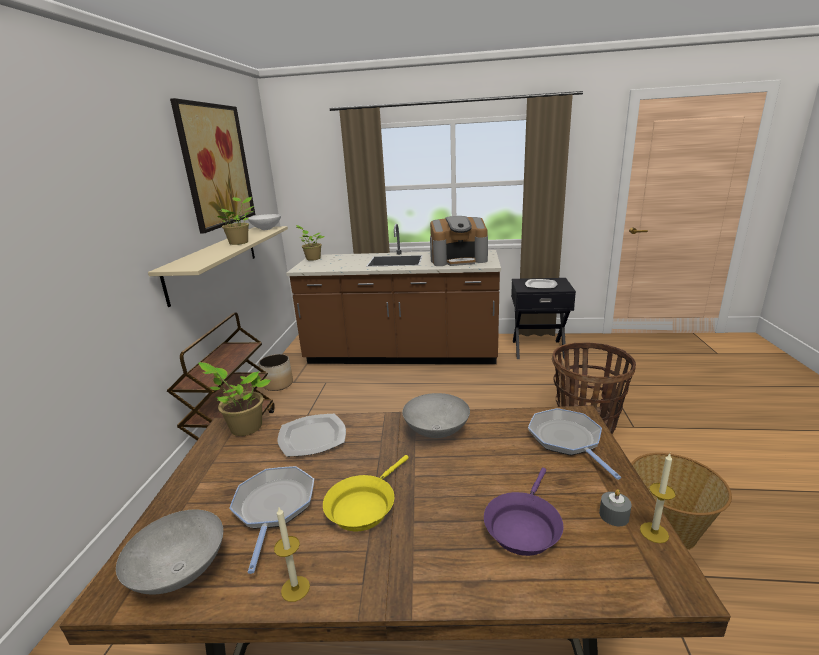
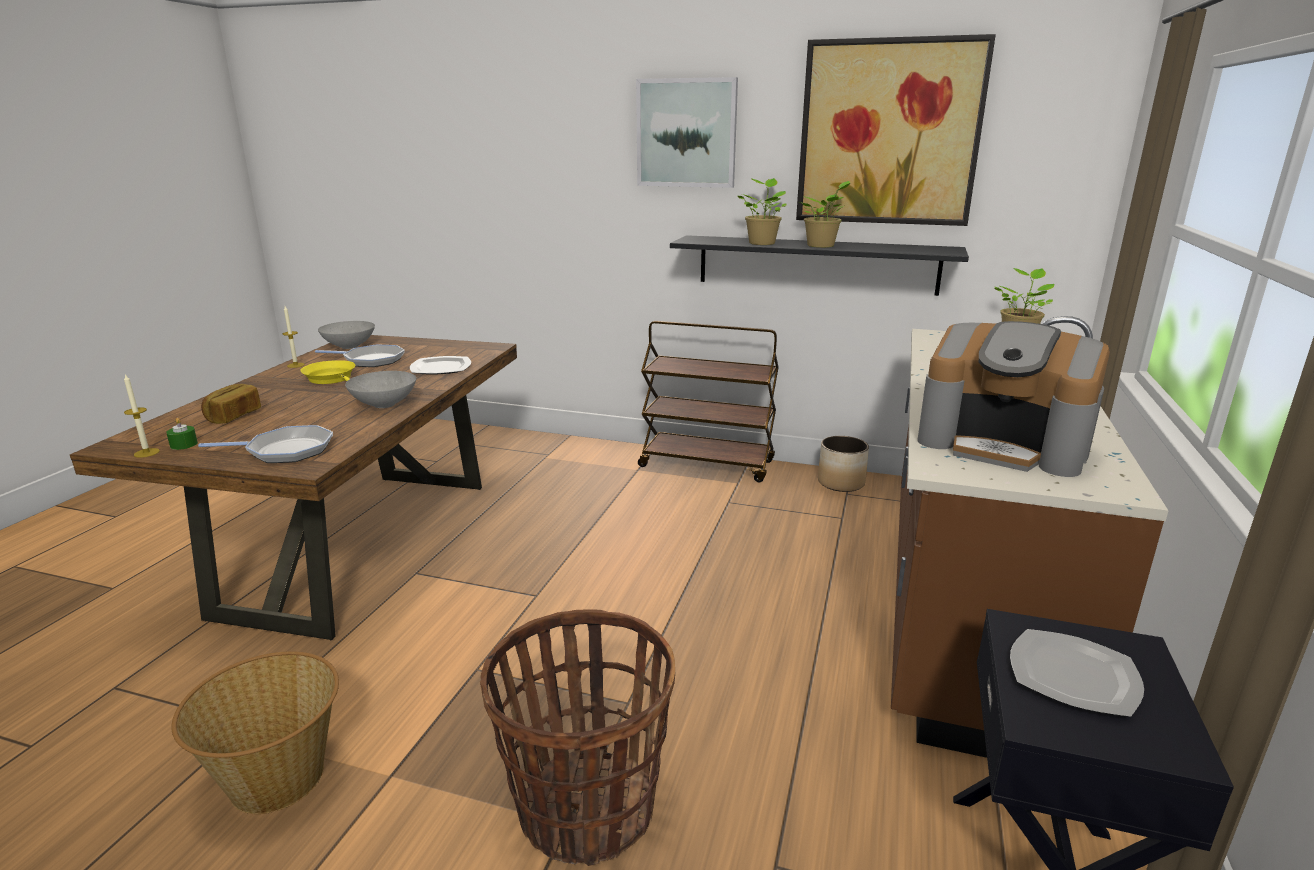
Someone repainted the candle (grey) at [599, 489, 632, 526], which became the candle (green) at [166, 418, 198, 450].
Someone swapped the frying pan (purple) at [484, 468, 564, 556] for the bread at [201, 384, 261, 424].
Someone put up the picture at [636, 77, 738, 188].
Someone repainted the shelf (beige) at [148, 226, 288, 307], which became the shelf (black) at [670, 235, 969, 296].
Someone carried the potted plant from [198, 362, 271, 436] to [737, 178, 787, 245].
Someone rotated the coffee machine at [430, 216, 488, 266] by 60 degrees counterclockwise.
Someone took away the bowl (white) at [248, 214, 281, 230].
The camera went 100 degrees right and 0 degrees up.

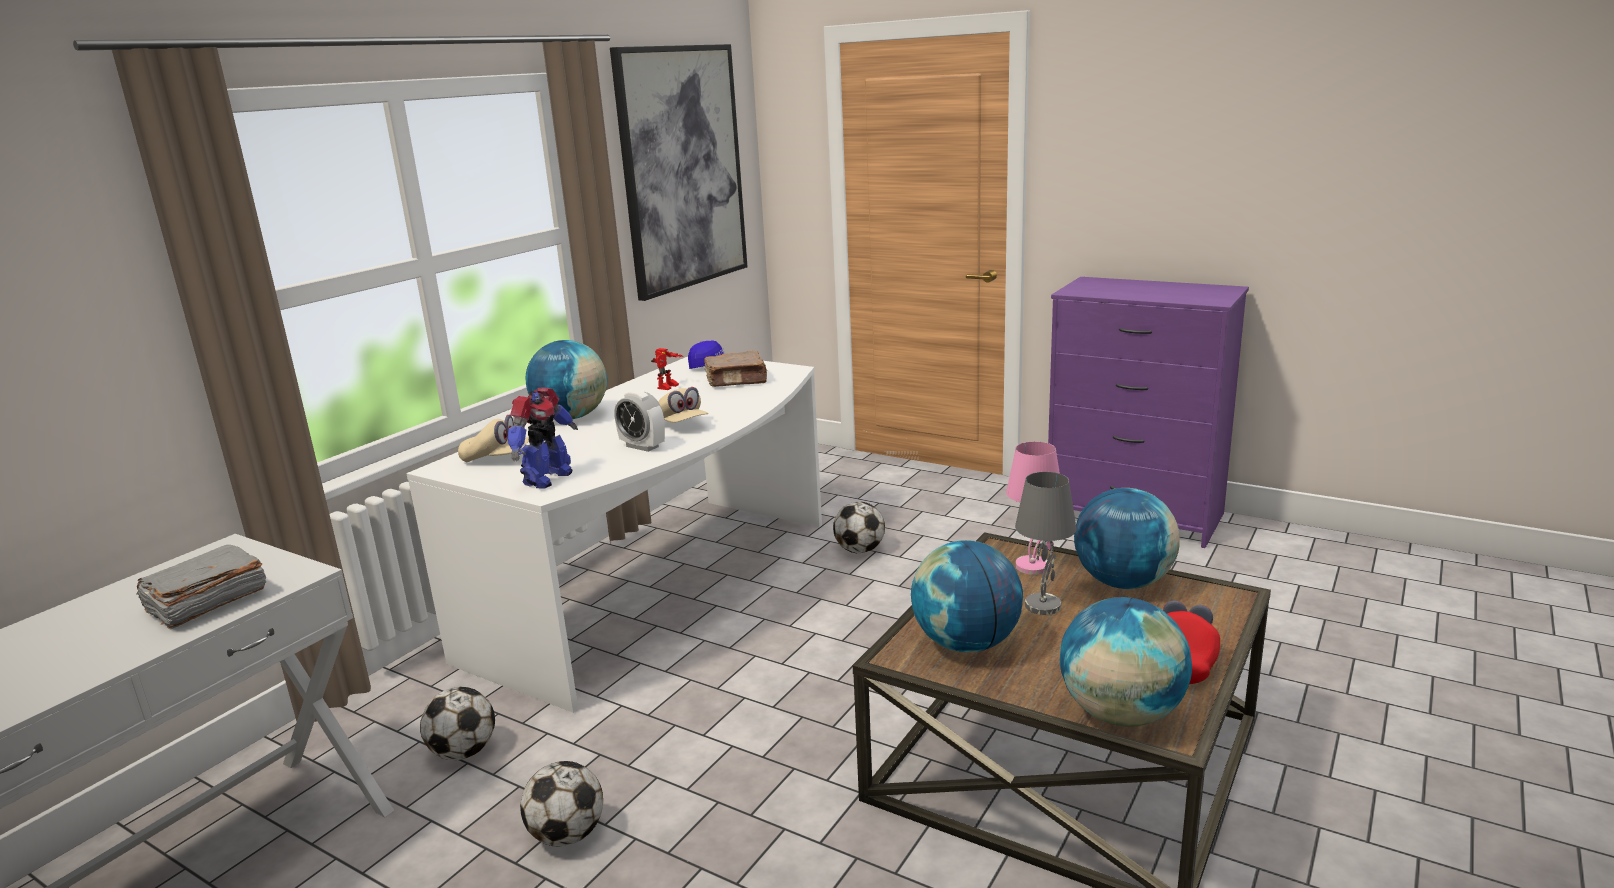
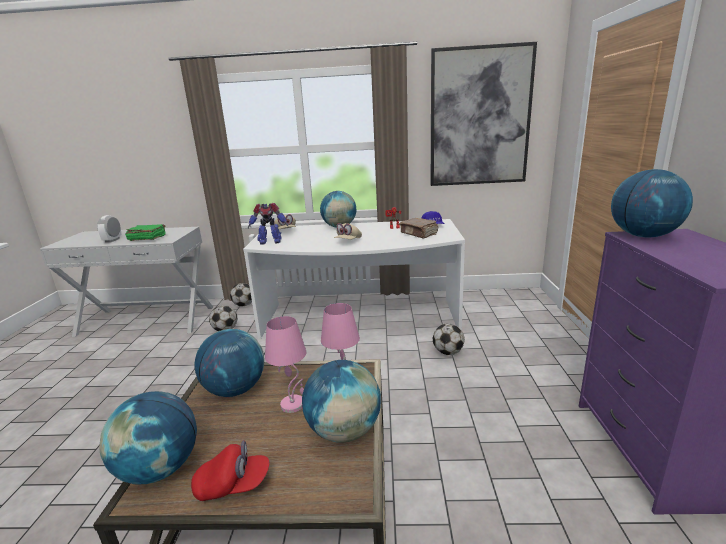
Someone carried the alarm clock from [614, 390, 665, 452] to [97, 215, 122, 243].
Someone repainted the book (grey) at [136, 545, 266, 629], which became the book (green) at [125, 224, 166, 241].
Someone carried the football from [520, 761, 603, 846] to [230, 283, 252, 306].
Someone repainted the table lamp (grey) at [1015, 472, 1076, 615], which became the table lamp (pink) at [265, 316, 306, 413].
Someone put down the globe at [611, 169, 693, 238].
The camera went 60 degrees right and 0 degrees up.

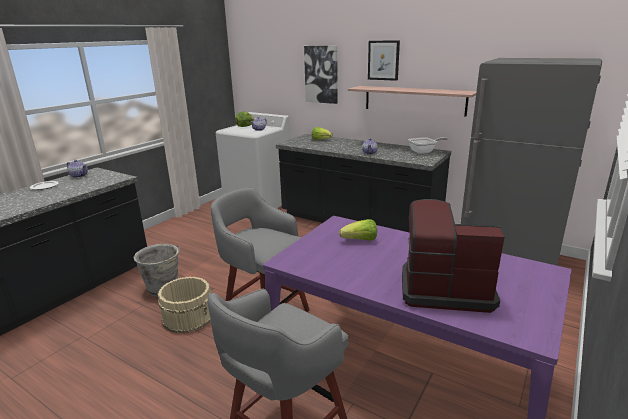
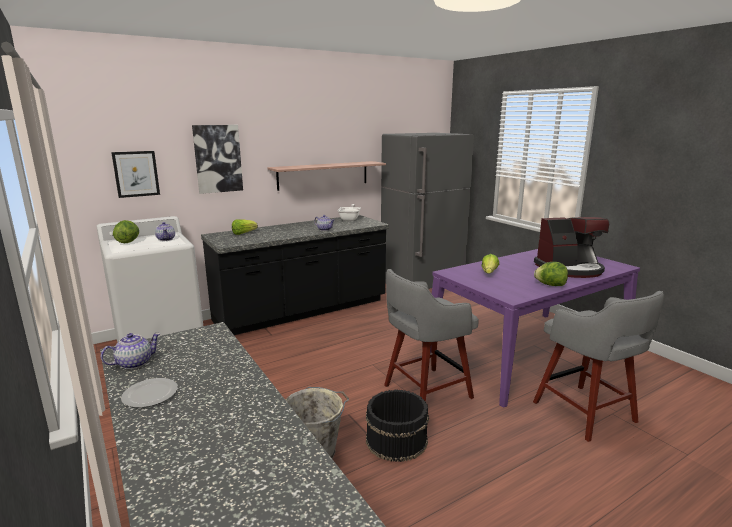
Someone carried the picture from [368, 40, 400, 81] to [111, 151, 160, 198].
Someone repainted the bucket (beige) at [158, 277, 212, 333], which became the bucket (black) at [366, 390, 429, 462].
Someone rotated the coffee machine at [402, 199, 504, 313] by 135 degrees counterclockwise.
Someone put down the lettuce at [534, 262, 568, 286].
The camera went 65 degrees left and 5 degrees down.

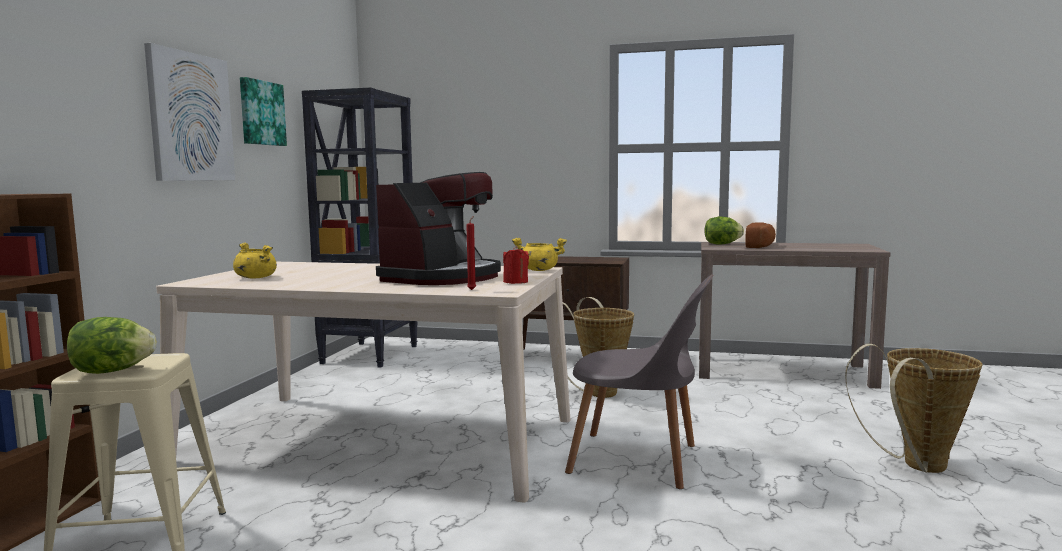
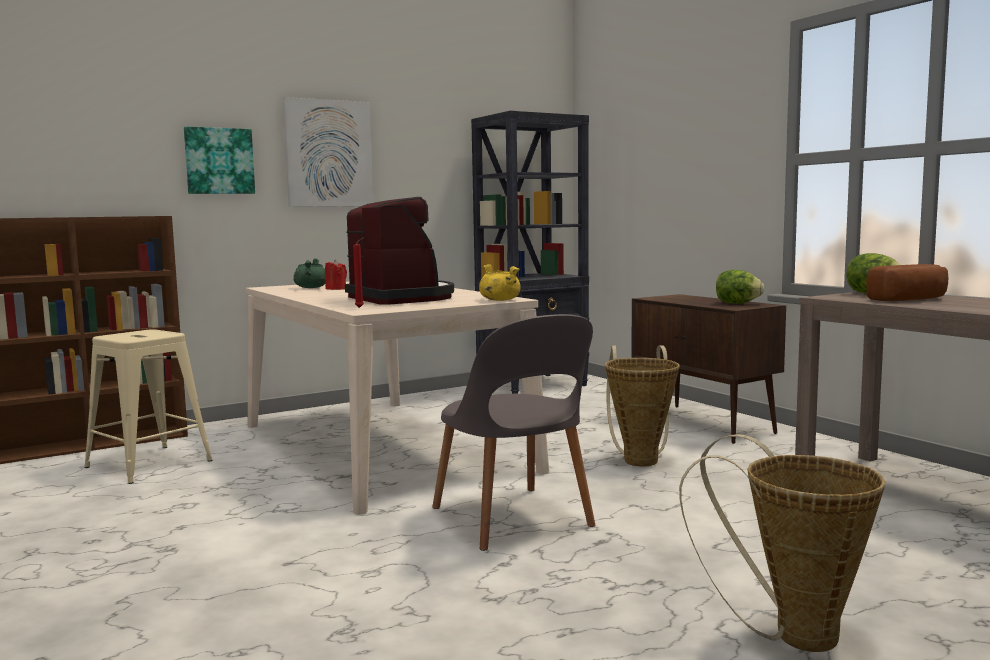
Someone carried the picture from [240, 77, 287, 146] to [184, 127, 255, 194].
Someone repainted the cooking pot (yellow) at [233, 243, 277, 279], which became the cooking pot (green) at [293, 258, 326, 288].
Someone carried the candle (red) from [503, 246, 529, 284] to [325, 260, 347, 290].
Someone rotated the coffee machine at [376, 172, 501, 285] by 105 degrees counterclockwise.
Someone carried the lettuce from [67, 317, 157, 374] to [716, 270, 764, 304].
The camera went 45 degrees right and 0 degrees up.

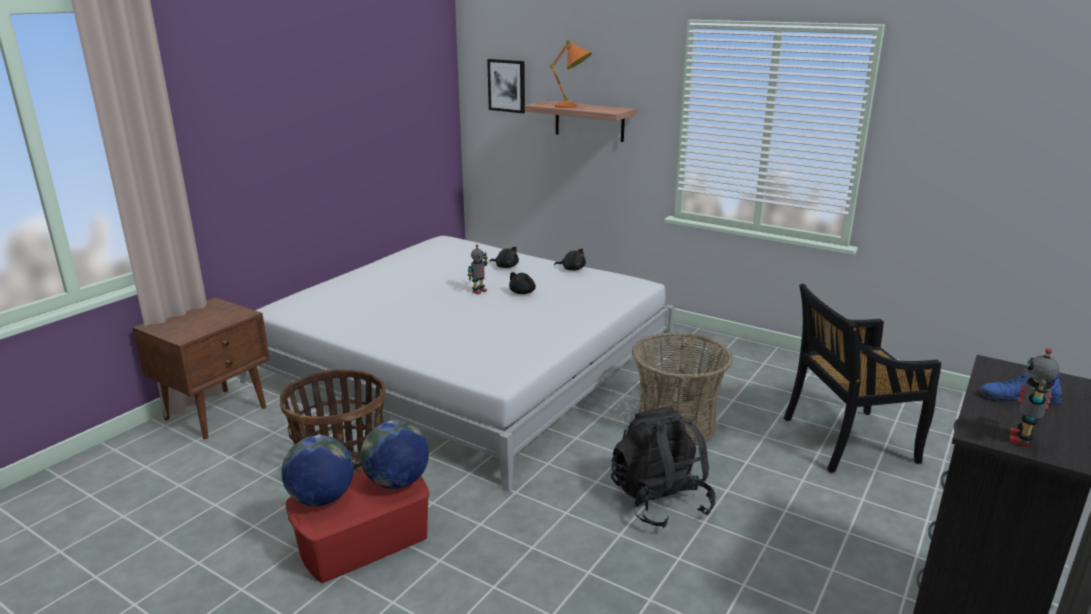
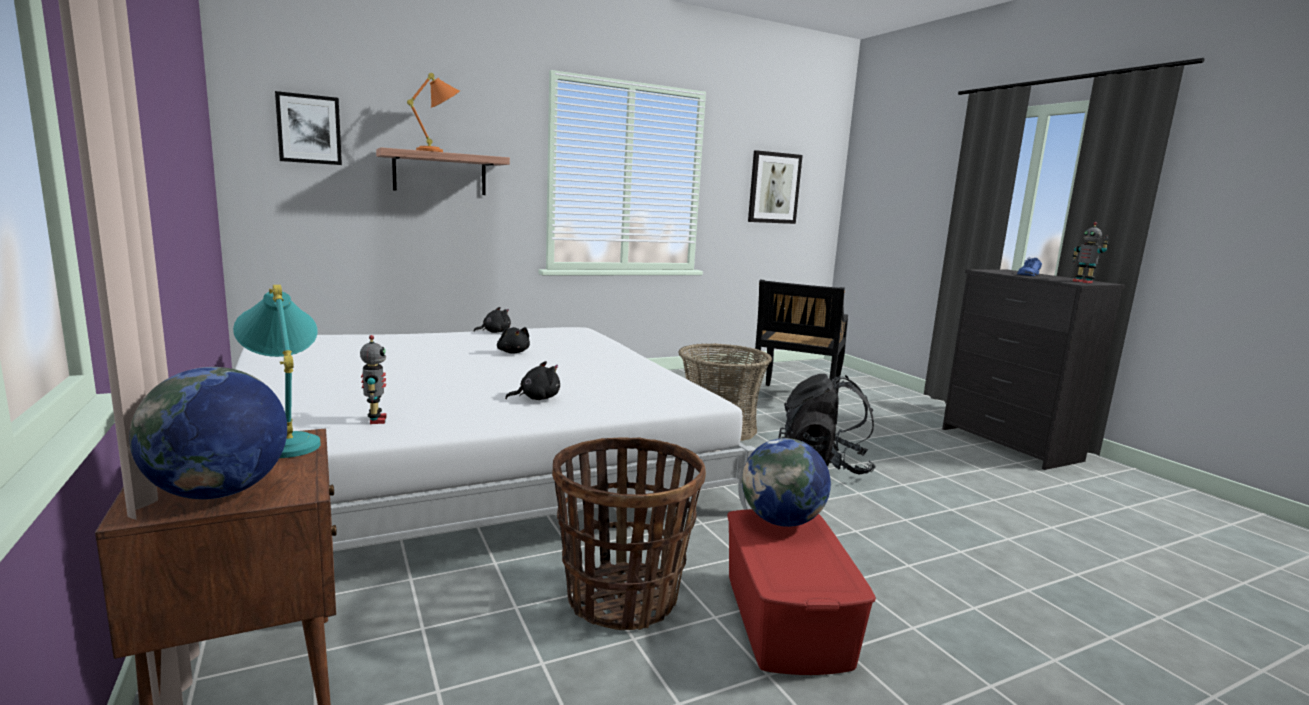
Someone carried the globe from [281, 435, 354, 506] to [129, 367, 287, 499].
Someone put down the table lamp (turquoise) at [233, 285, 321, 458].
Someone carried the toy robot from [468, 245, 488, 294] to [360, 335, 387, 424].
Someone carried the plush toy (black) from [489, 247, 519, 268] to [505, 361, 560, 400].
Someone put up the picture at [748, 150, 803, 224].
The camera went 60 degrees left and 10 degrees down.

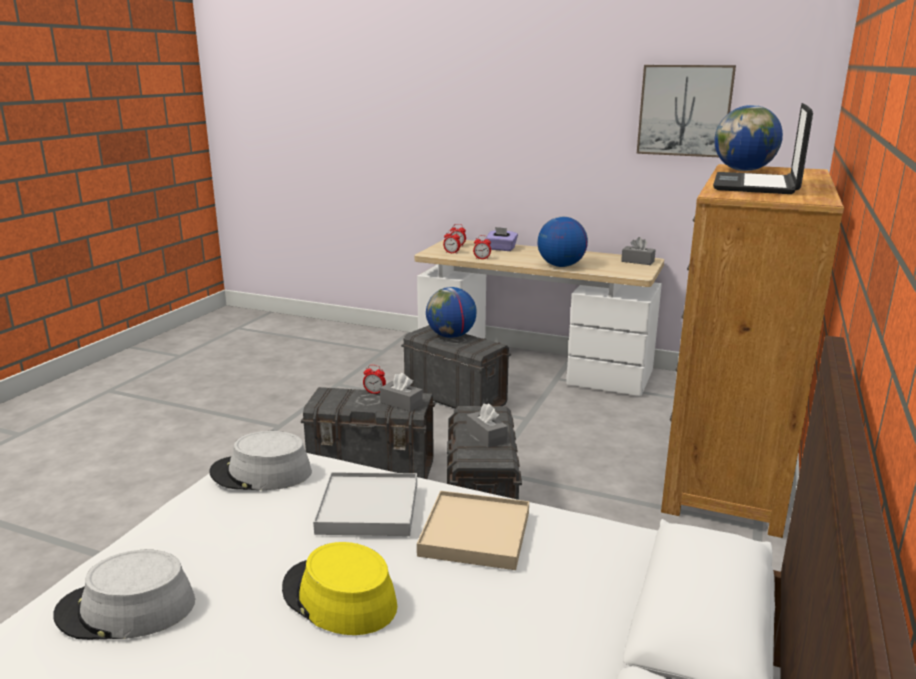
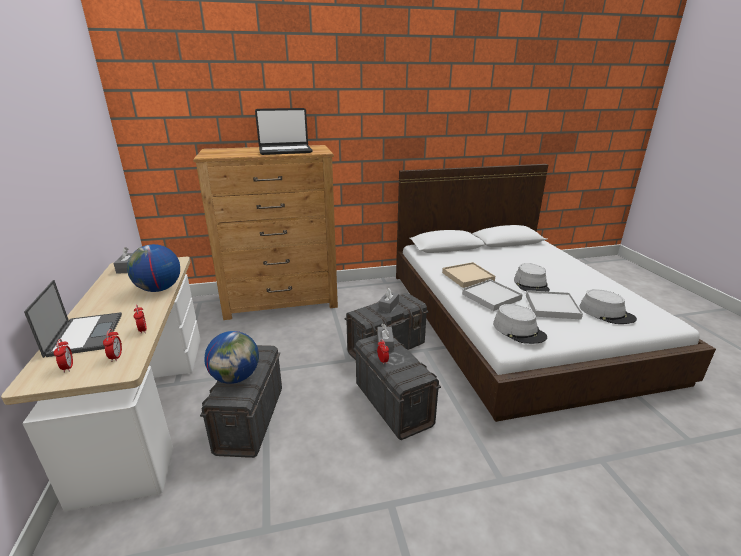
Someone swapped the tissue box (purple) at [486, 227, 518, 251] for the laptop at [24, 280, 122, 358].
Someone repainted the hat (yellow) at [282, 542, 397, 635], which became the hat (grey) at [514, 263, 550, 292].
Someone put down the tray (white) at [526, 290, 583, 319].
Someone took away the picture at [637, 65, 736, 157].
Someone took away the globe at [714, 105, 783, 171].
The camera went 125 degrees left and 5 degrees up.

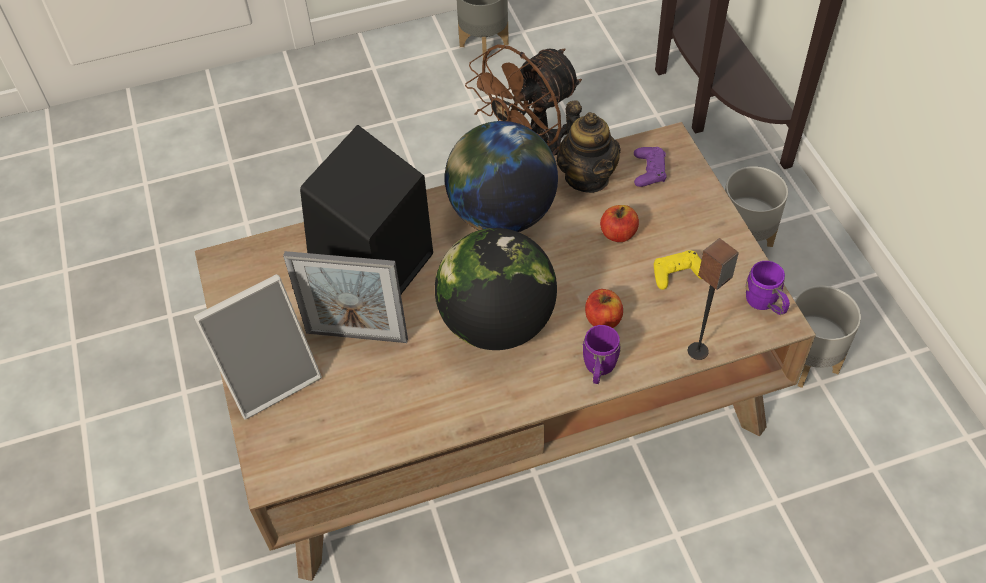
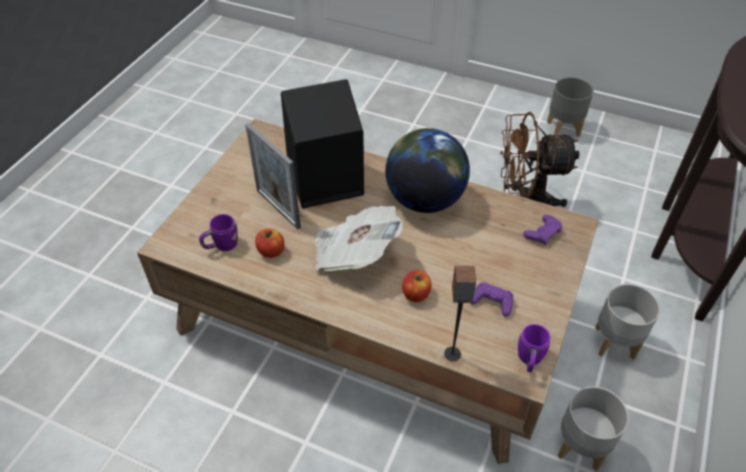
Someone carried the mug (purple) from [583, 325, 621, 384] to [199, 214, 238, 251].
Someone carried the apple from [600, 205, 639, 242] to [255, 228, 284, 258].
Someone swapped the globe at [435, 228, 557, 350] for the newspaper at [315, 206, 403, 271].
Someone repainted the game controller (yellow) at [654, 250, 702, 290], which became the game controller (purple) at [471, 282, 513, 317].
Someone took away the picture frame at [194, 274, 322, 420].
Someone took away the teapot at [557, 100, 621, 193].
The camera went 40 degrees right and 5 degrees down.

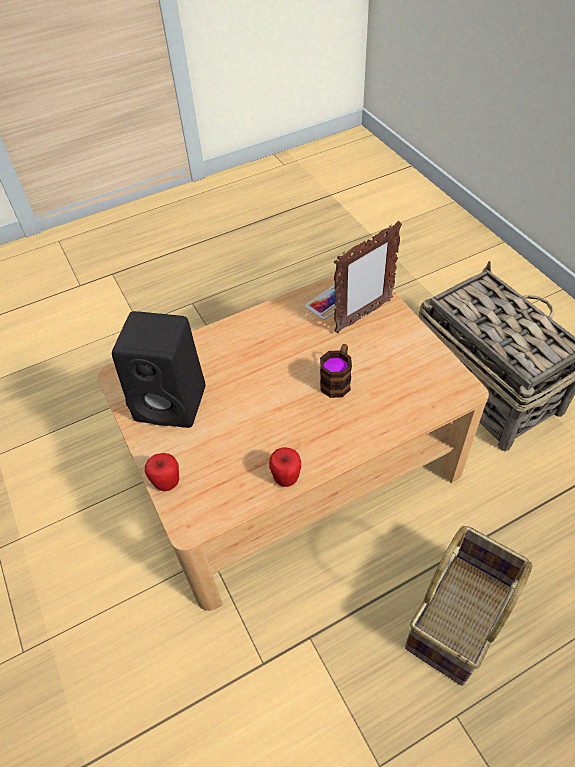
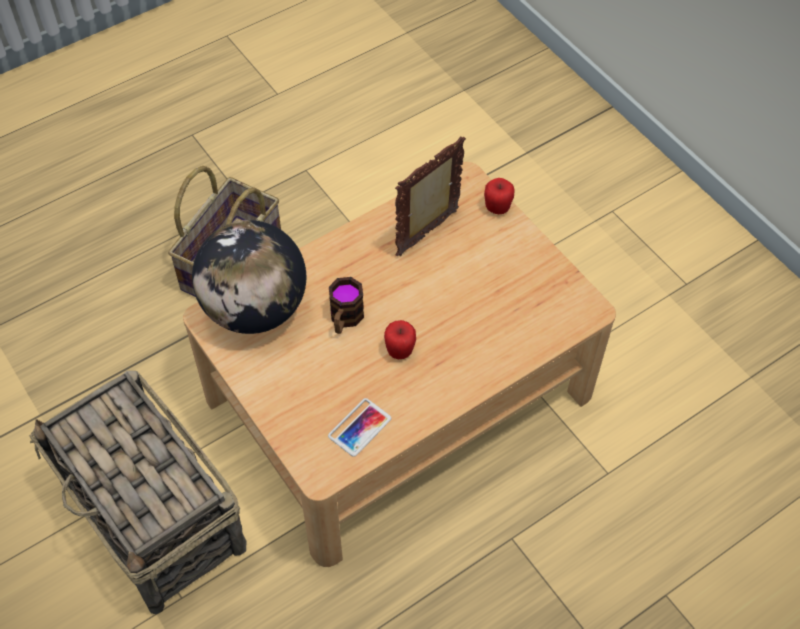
Someone put down the globe at [192, 220, 306, 334].
Someone carried the apple from [269, 448, 301, 487] to [384, 320, 416, 360].
Someone carried the picture frame from [334, 221, 402, 333] to [395, 136, 466, 256].
Someone took away the speaker (black) at [112, 311, 205, 428].
The camera went 170 degrees right and 5 degrees up.

